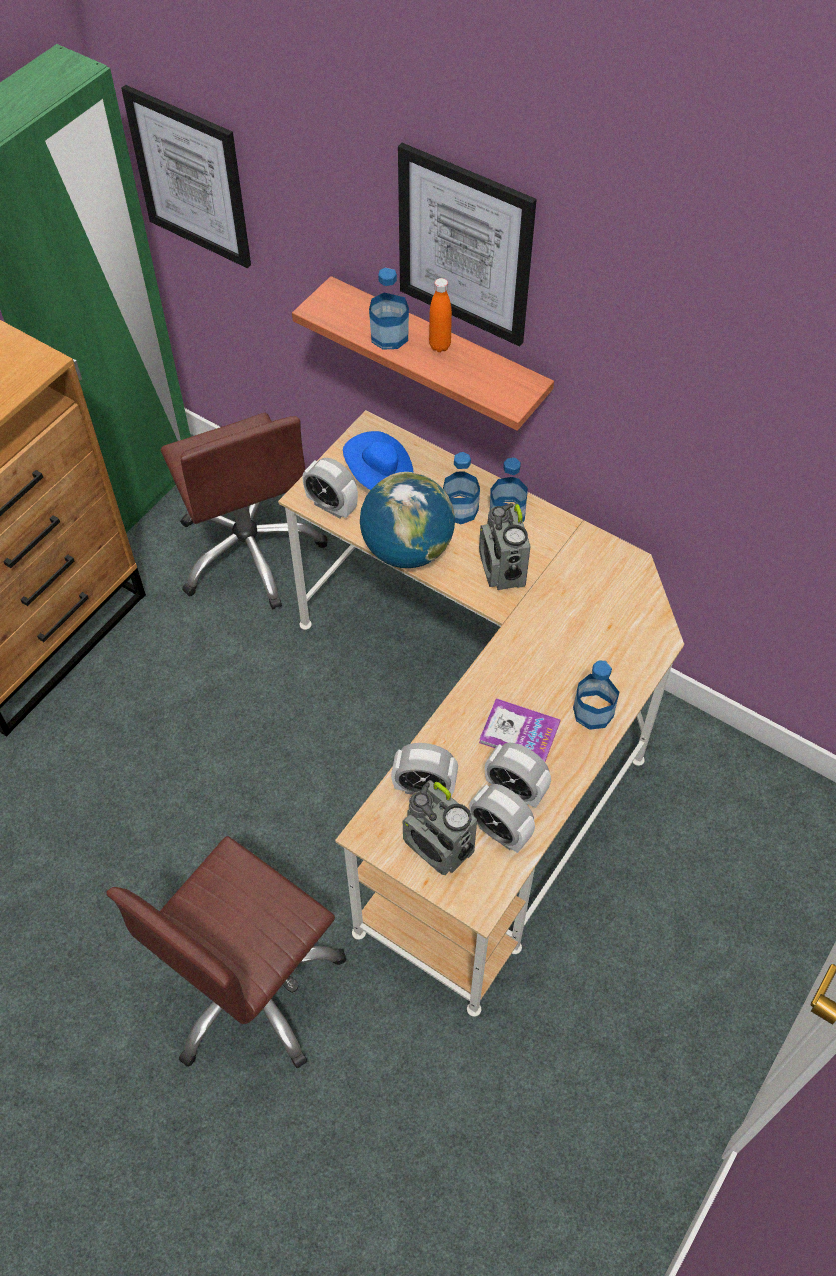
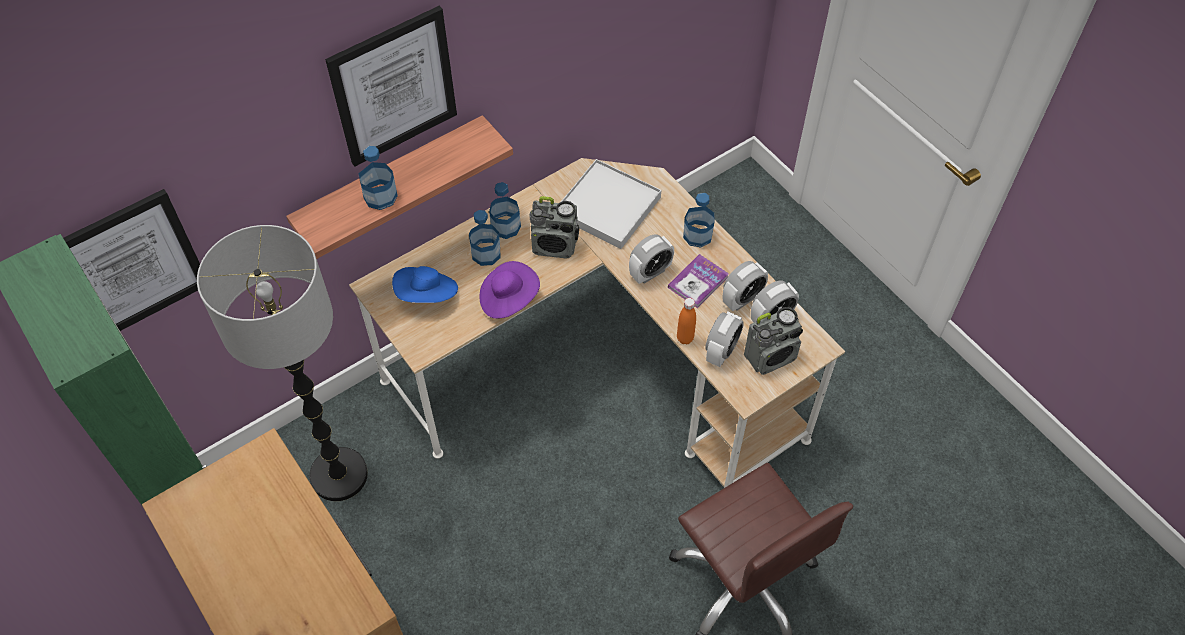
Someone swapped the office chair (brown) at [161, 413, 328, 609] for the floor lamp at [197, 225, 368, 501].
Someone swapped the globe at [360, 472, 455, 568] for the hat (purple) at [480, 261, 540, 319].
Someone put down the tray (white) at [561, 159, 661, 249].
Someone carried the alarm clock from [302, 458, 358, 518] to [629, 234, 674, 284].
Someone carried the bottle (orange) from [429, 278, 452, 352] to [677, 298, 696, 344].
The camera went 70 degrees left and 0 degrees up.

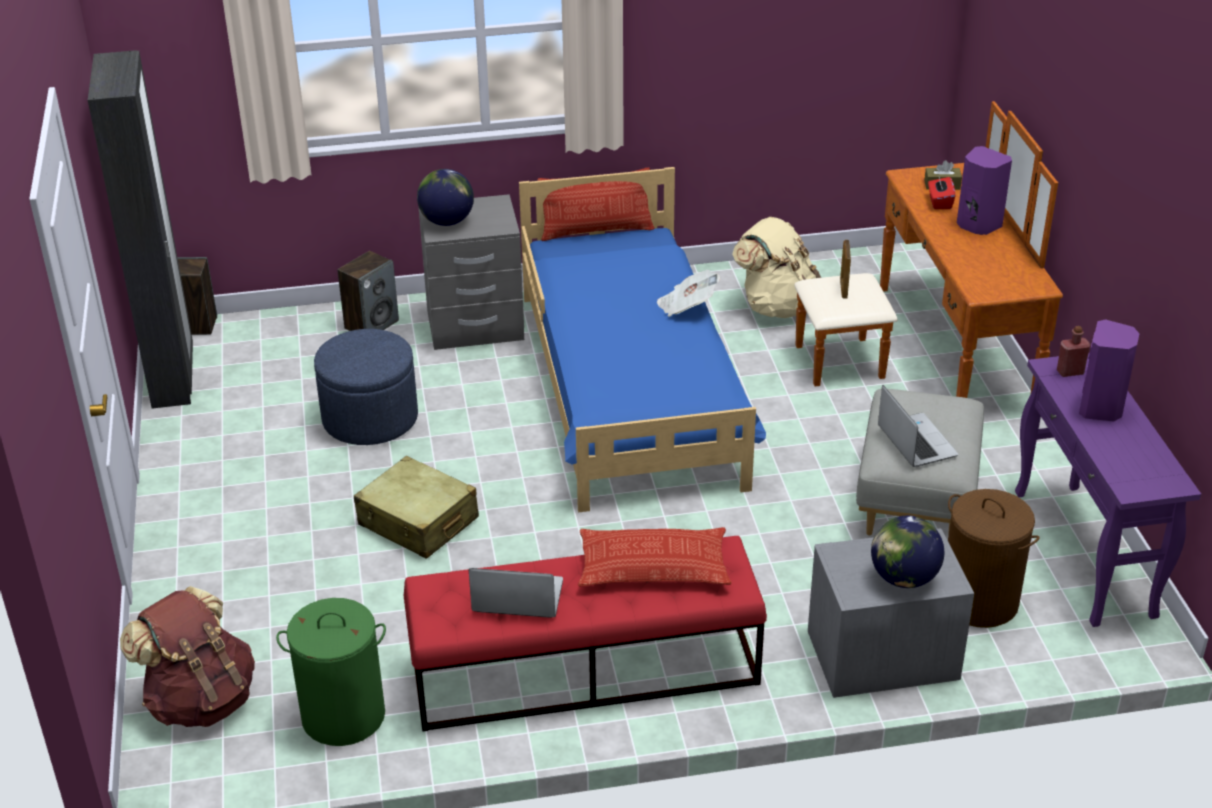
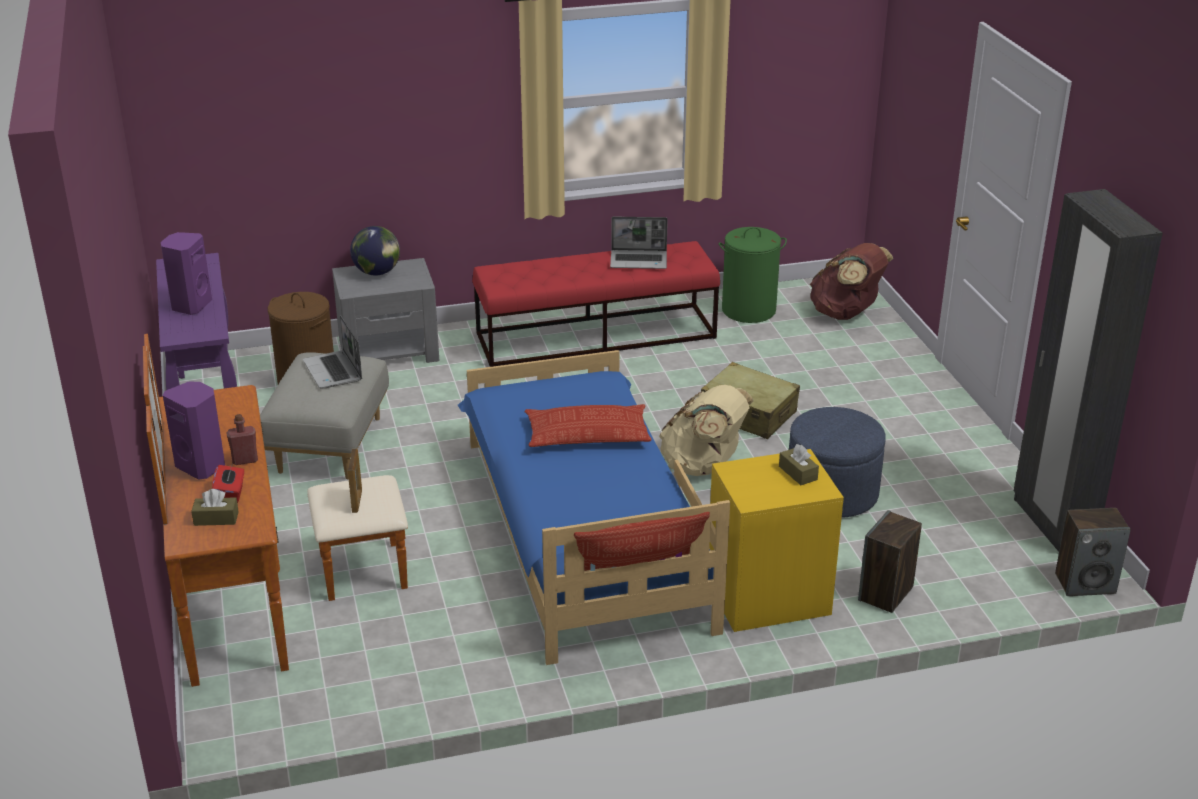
Someone carried the bottle (red) from [1057, 326, 1090, 377] to [227, 414, 258, 465].
Someone carried the pillow from [578, 527, 732, 586] to [525, 404, 652, 447].
Someone carried the backpack (beige) from [732, 217, 821, 318] to [659, 385, 754, 476].
Someone repainted the nightstand (grey) at [418, 194, 524, 350], which became the nightstand (yellow) at [709, 449, 844, 632].
Someone swapped the globe at [417, 169, 474, 226] for the tissue box (brown) at [779, 444, 819, 485].
Someone took away the newspaper at [657, 270, 720, 317].
The camera went 175 degrees right and 5 degrees down.

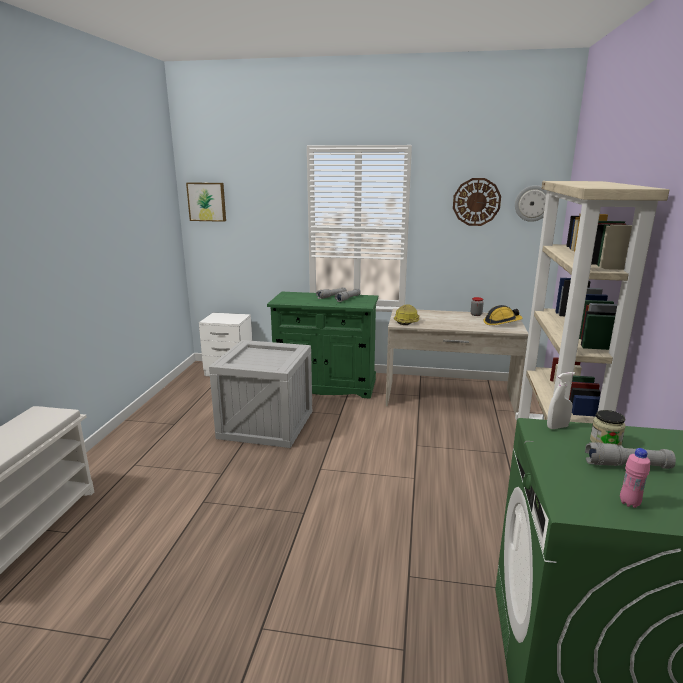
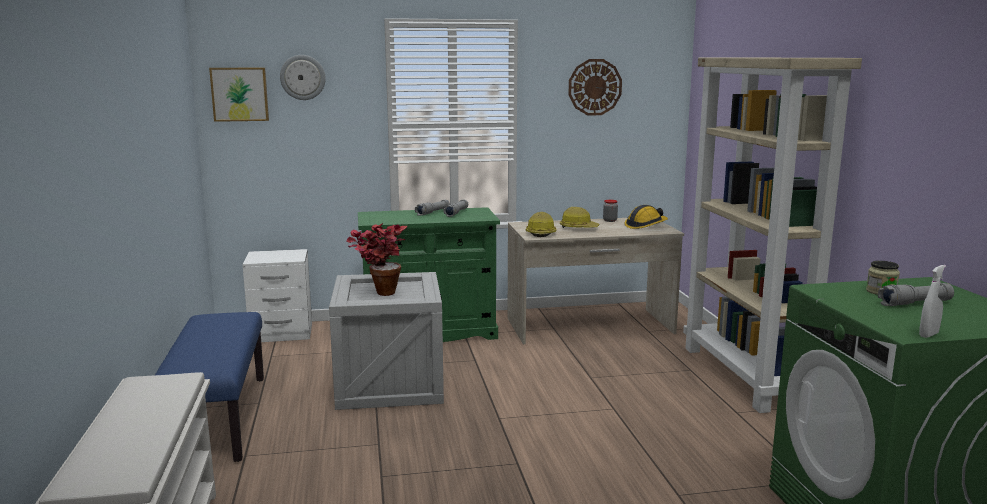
Someone put down the bench (blue) at [155, 312, 264, 462].
Someone carried the wall clock from [515, 185, 547, 222] to [280, 55, 326, 100].
Someone put down the potted plant at [347, 223, 407, 296].
Someone put down the hard hat at [560, 207, 599, 228].
Someone carried the spray bottle (white) from [547, 372, 575, 429] to [919, 265, 946, 338].
Someone took away the bottle (pink) at [620, 448, 650, 508].
The camera went 20 degrees left and 5 degrees down.

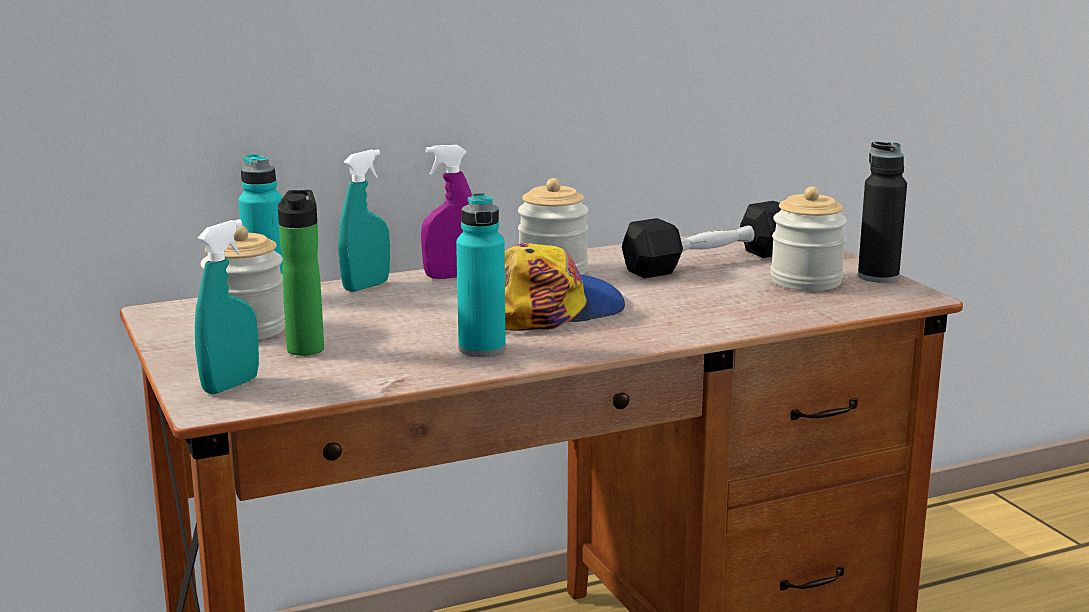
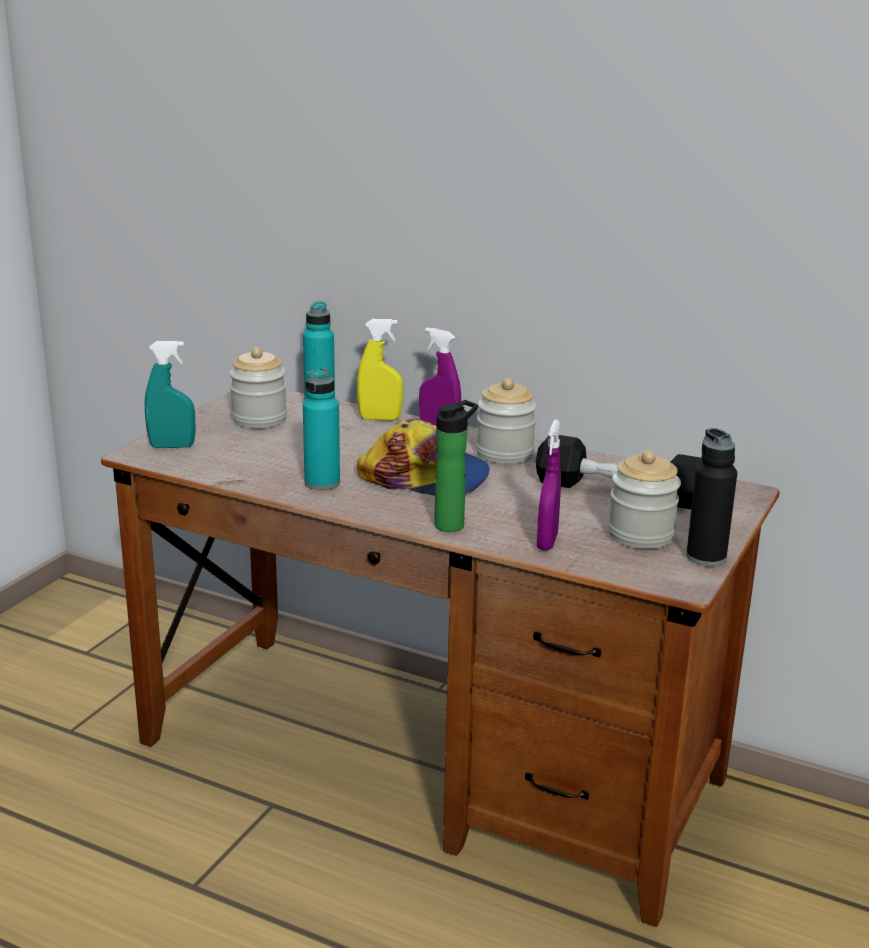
Someone repainted the spray bottle (turquoise) at [339, 149, 390, 292], which became the spray bottle (yellow) at [357, 319, 403, 421].
Someone carried the bottle from [278, 190, 324, 356] to [434, 400, 478, 532].
Someone put down the spray bottle (purple) at [537, 420, 561, 551].
The camera went 50 degrees right and 5 degrees up.

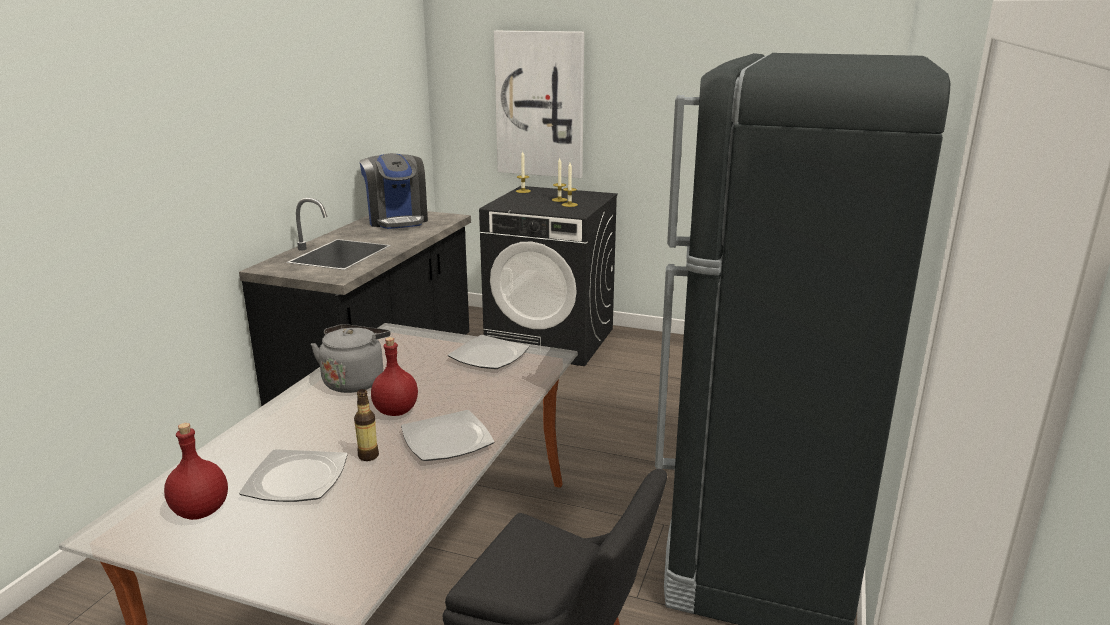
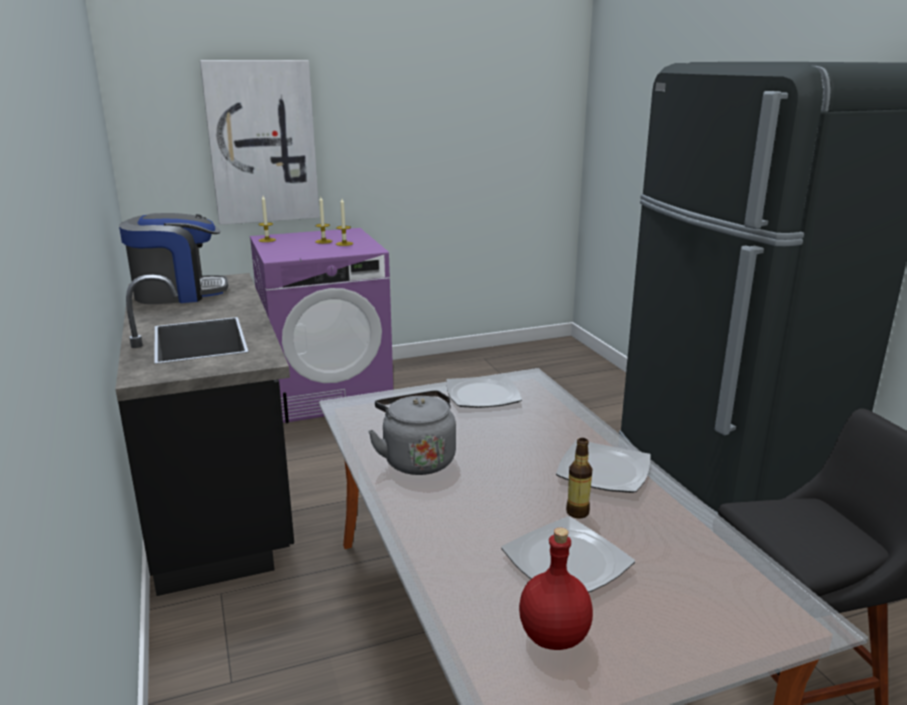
Someone rotated the coffee machine at [360, 153, 428, 229] by 45 degrees counterclockwise.
Someone repainted the washing machine (black) at [479, 186, 618, 366], which became the washing machine (purple) at [250, 228, 393, 423].
Someone took away the bottle (red) at [371, 337, 418, 416].
The camera went 40 degrees left and 0 degrees up.

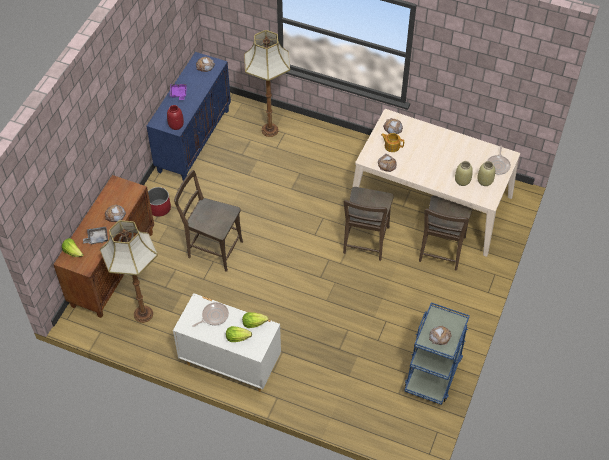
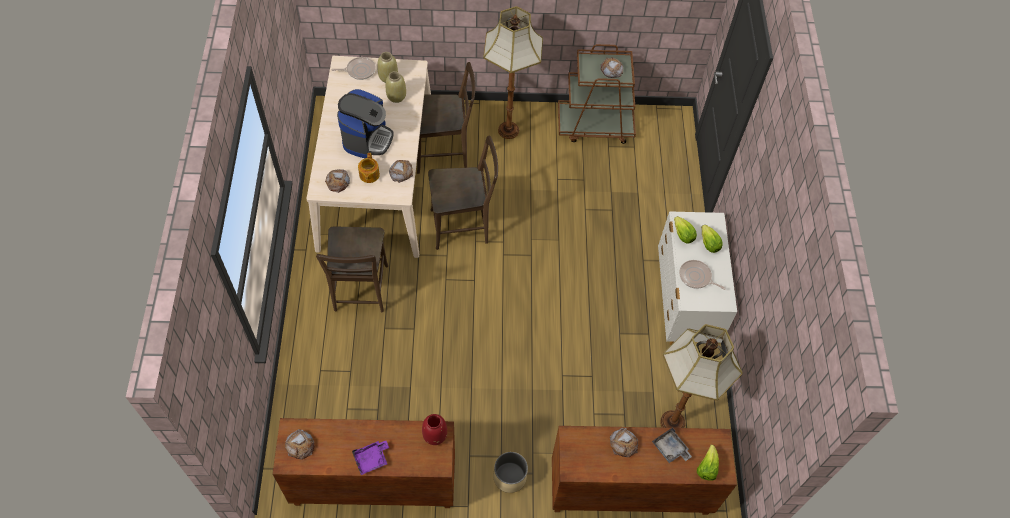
Someone repainted the cabinet (blue) at [146, 52, 231, 181], which became the cabinet (brown) at [273, 418, 455, 508].
Someone carried the chair (brown) from [174, 170, 243, 272] to [316, 226, 388, 312].
Someone put down the coffee machine at [337, 89, 394, 158].
Someone carried the floor lamp from [244, 30, 290, 137] to [483, 6, 543, 139].
Someone repainted the planter (red) at [148, 187, 171, 217], which became the planter (beige) at [493, 452, 528, 493].
Someone repainted the cart (blue) at [404, 302, 470, 405], which became the cart (brown) at [558, 44, 636, 144].
The camera went 115 degrees left and 5 degrees up.

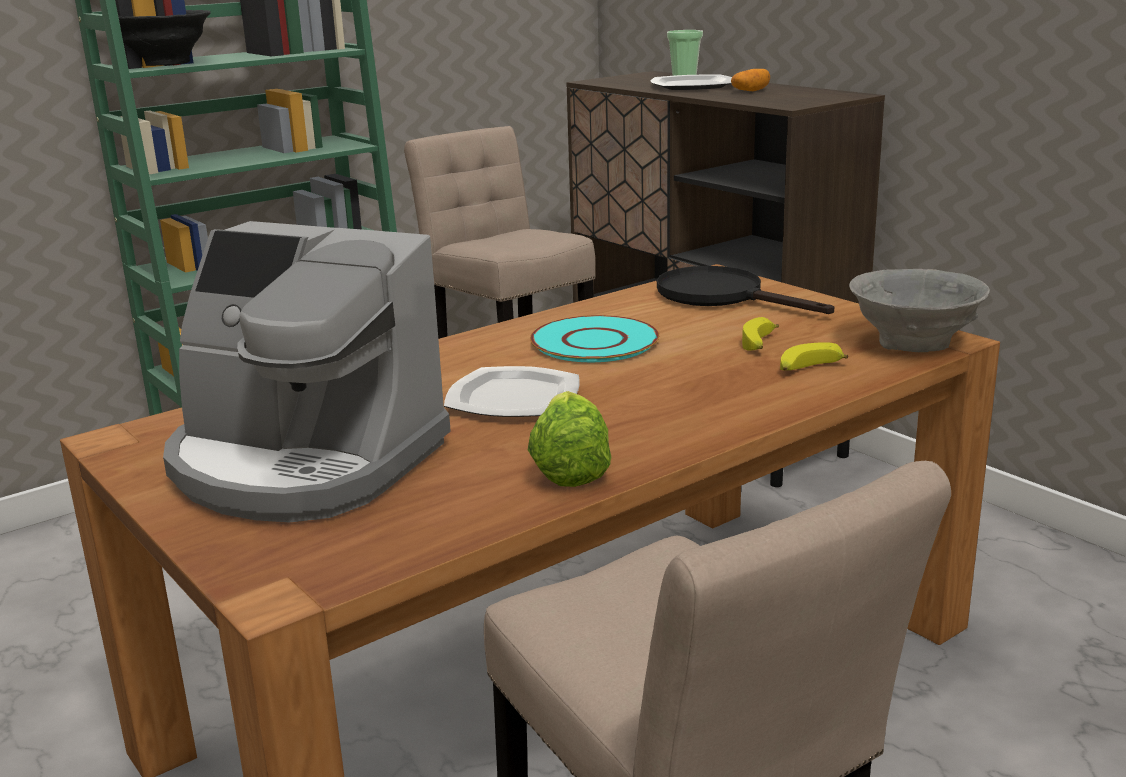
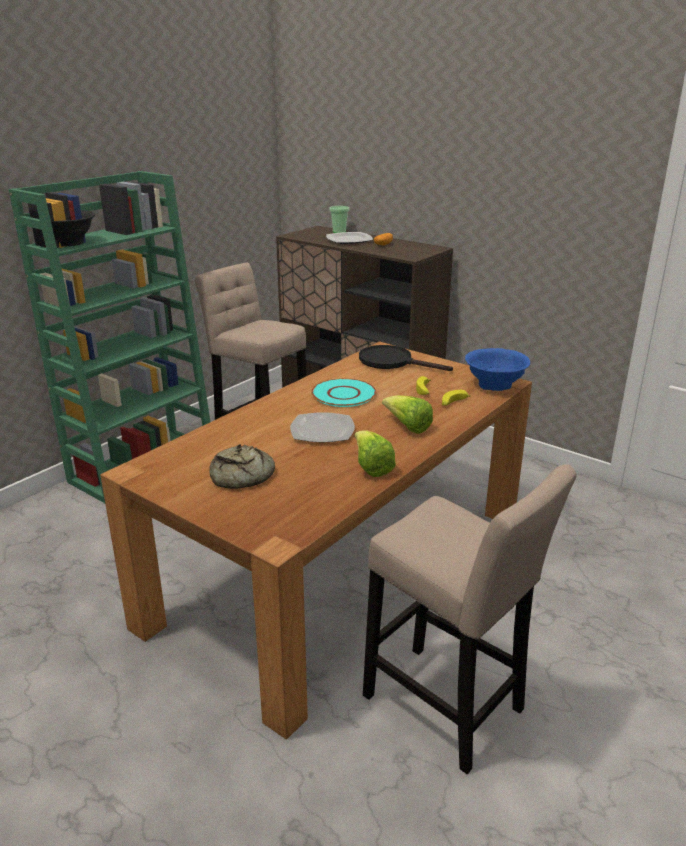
Someone swapped the coffee machine at [163, 221, 451, 523] for the bread at [209, 444, 275, 489].
Someone put down the lettuce at [382, 395, 433, 434].
Someone repainted the bowl (grey) at [849, 269, 990, 352], which became the bowl (blue) at [465, 348, 530, 391].
The camera went 15 degrees left and 5 degrees up.

